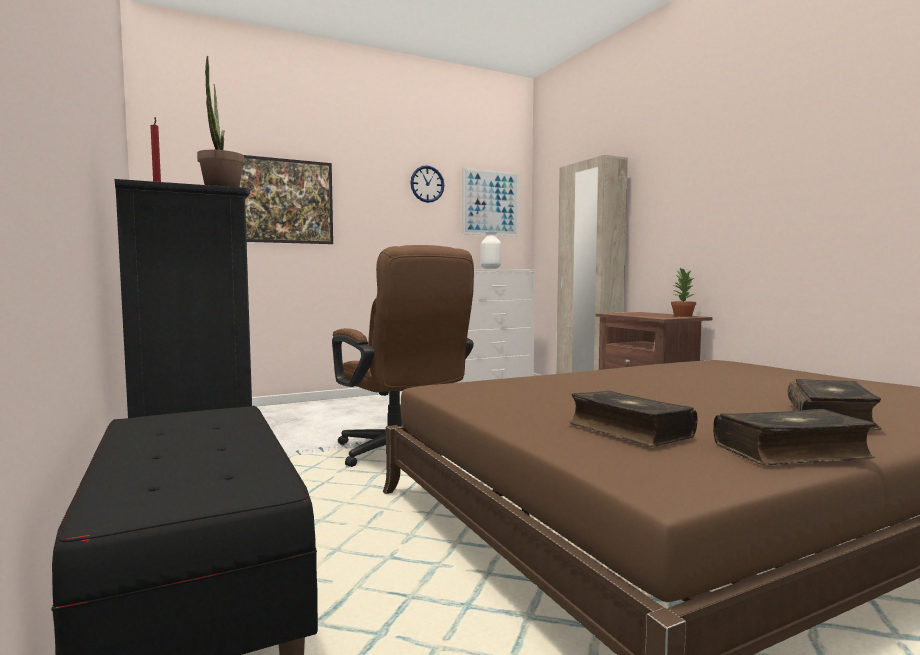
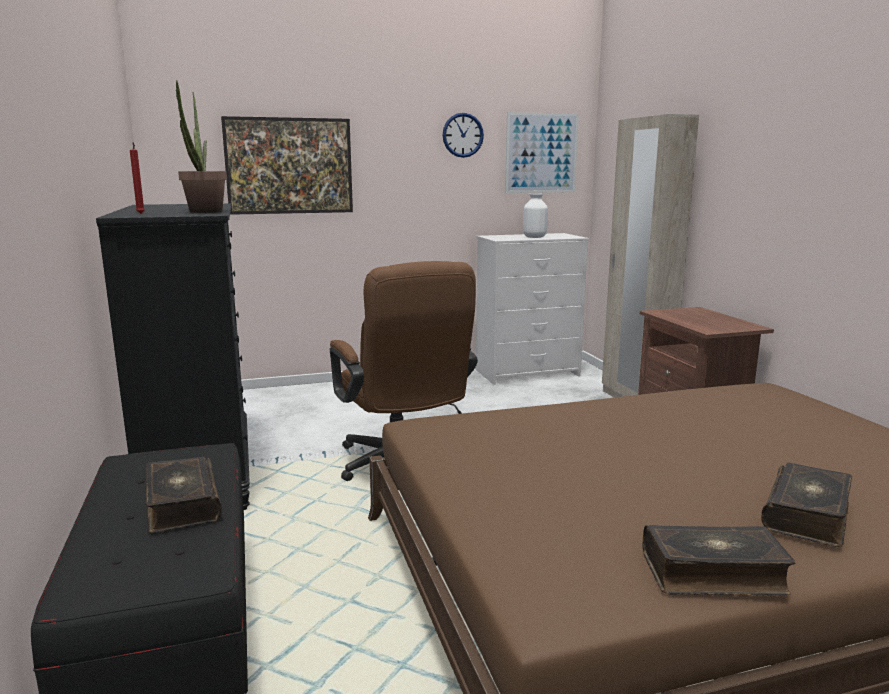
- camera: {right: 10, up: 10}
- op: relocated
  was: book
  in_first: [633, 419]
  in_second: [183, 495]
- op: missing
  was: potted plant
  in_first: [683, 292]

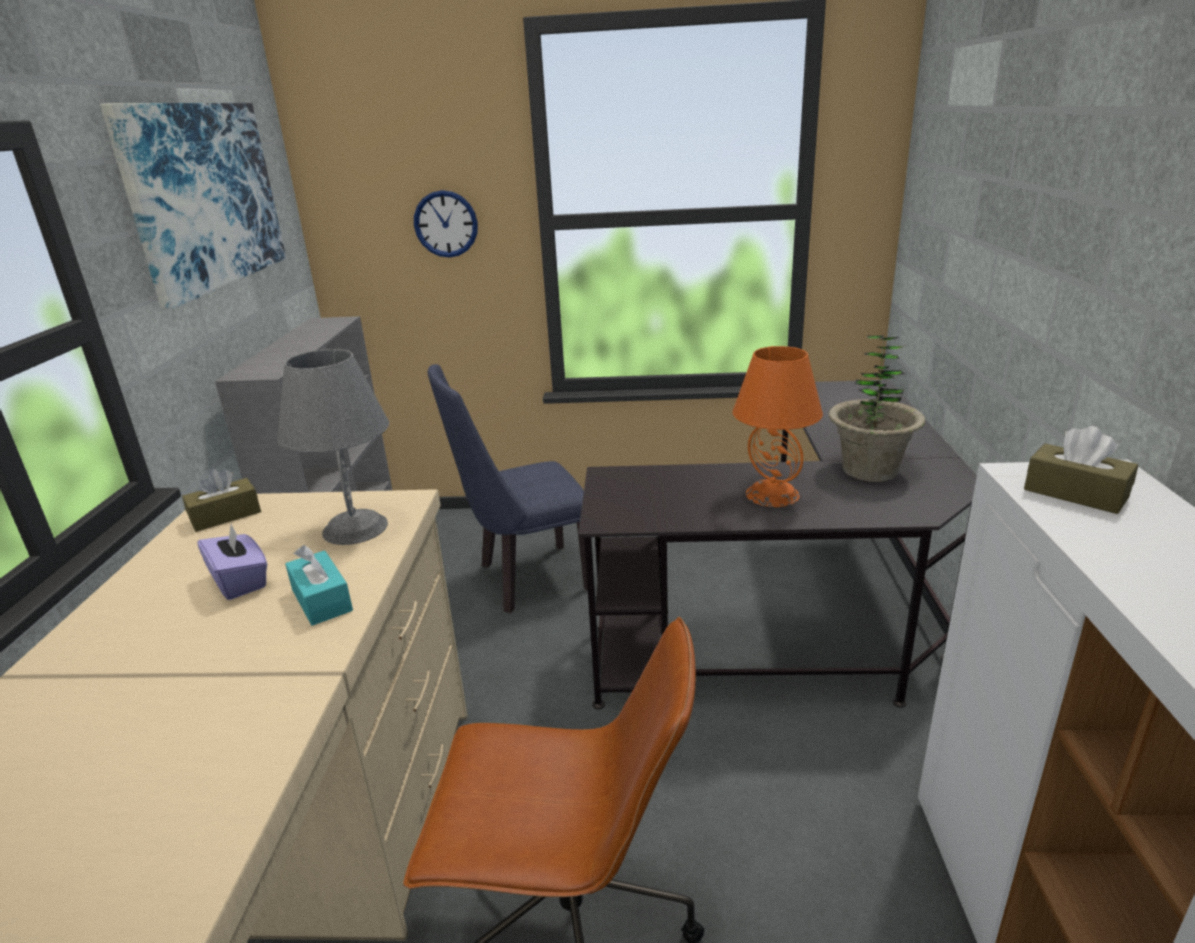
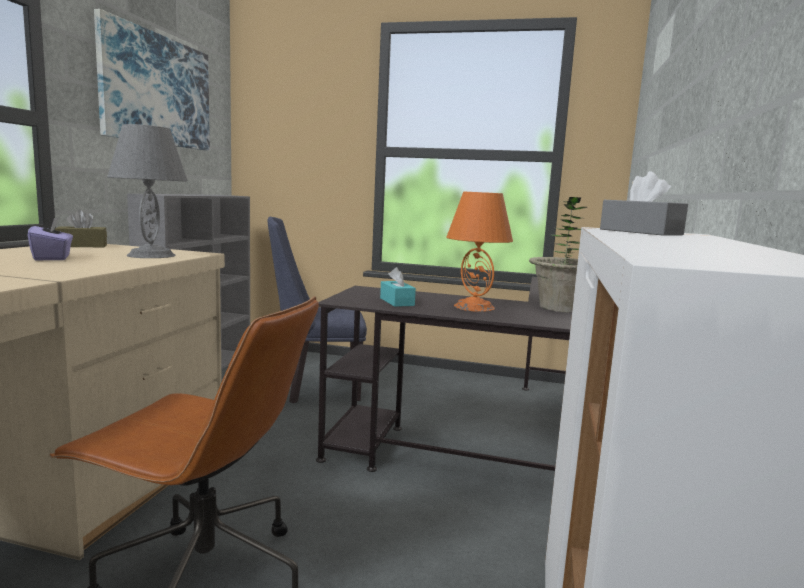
- camera: {right: 10, up: -15}
- op: relocated
  was: tissue box (turquoise)
  in_first: [319, 585]
  in_second: [398, 287]
- op: missing
  was: wall clock
  in_first: [446, 224]
- op: colour
  was: tissue box (brown)
  now: tissue box (grey)
  in_first: [1081, 470]
  in_second: [644, 203]

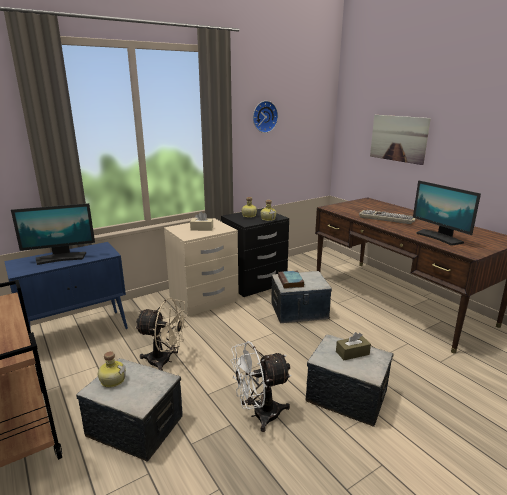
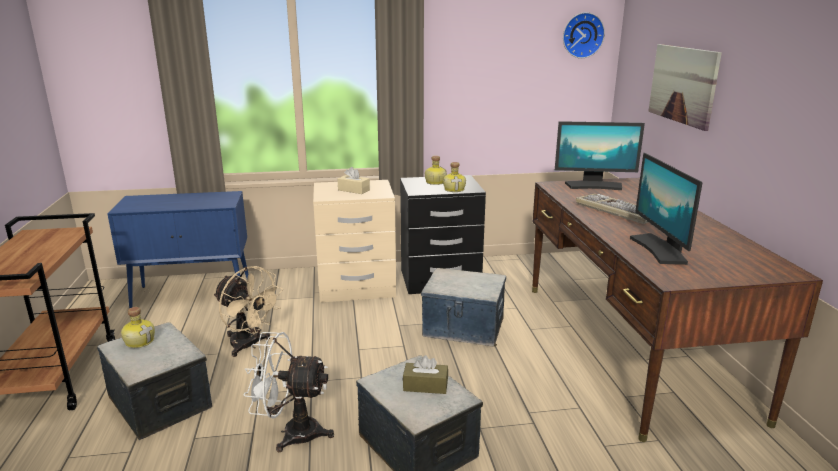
- camera: {right: 25, up: 0}
- op: relocated
  was: monitor
  in_first: [53, 234]
  in_second: [600, 155]
- op: relocated
  was: wall clock
  in_first: [265, 117]
  in_second: [584, 35]
- op: missing
  was: book
  in_first: [291, 280]

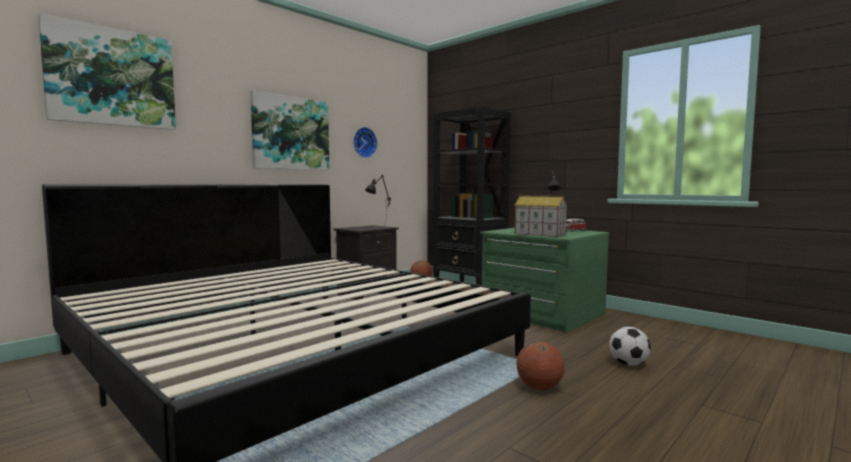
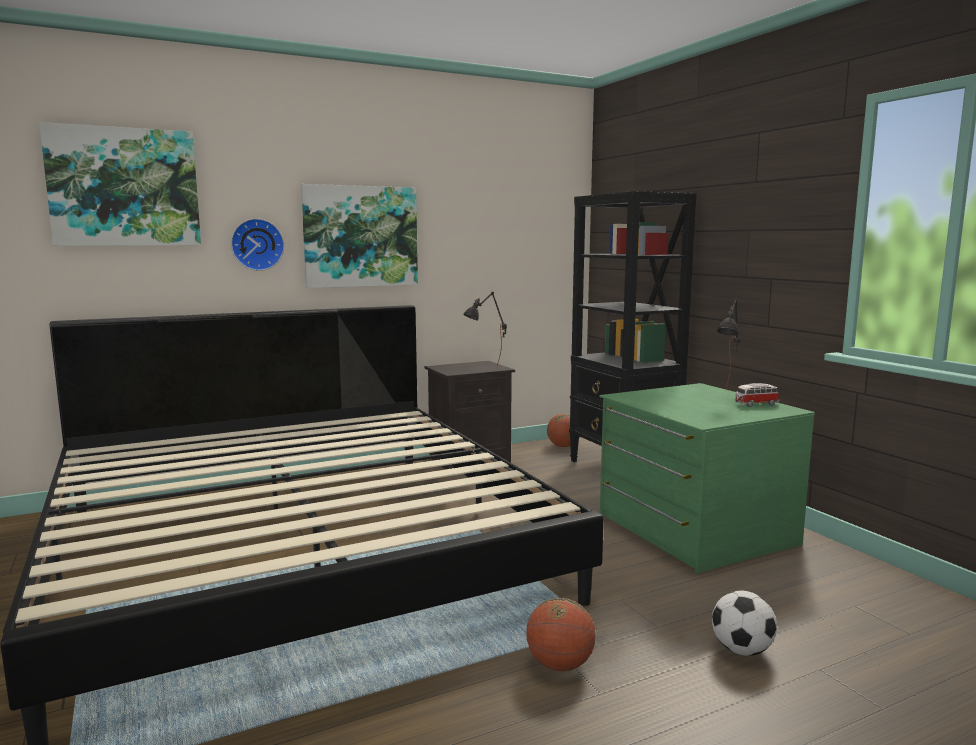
- camera: {right: 20, up: 5}
- op: relocated
  was: wall clock
  in_first: [365, 142]
  in_second: [257, 244]
- op: missing
  was: toy house
  in_first: [541, 216]

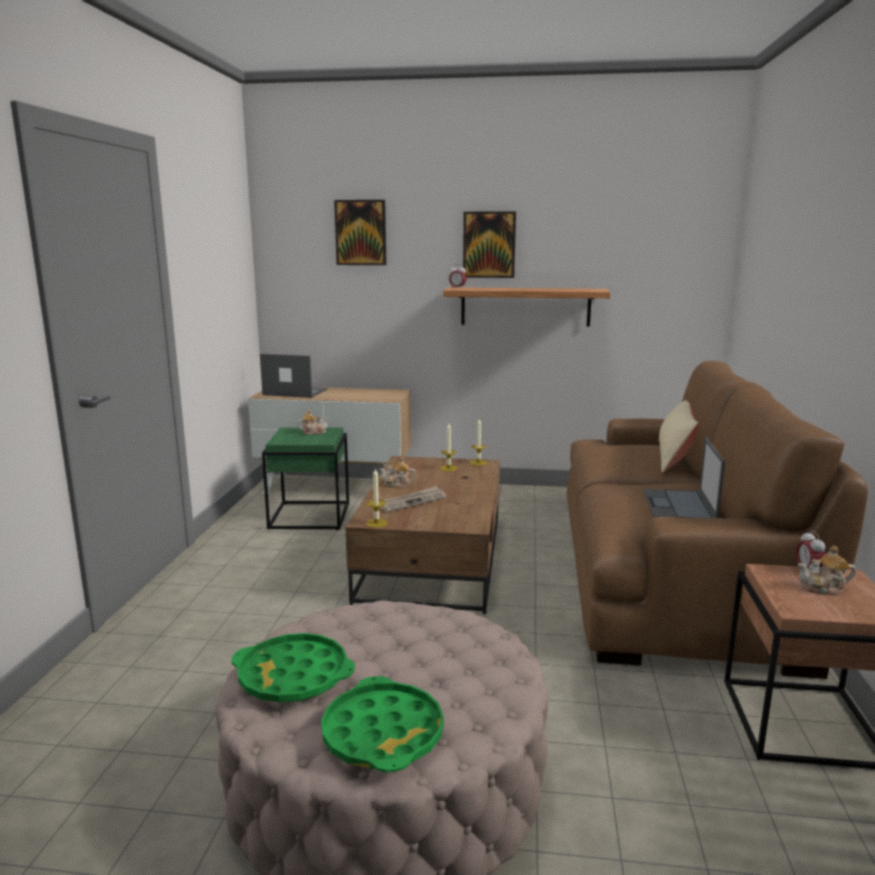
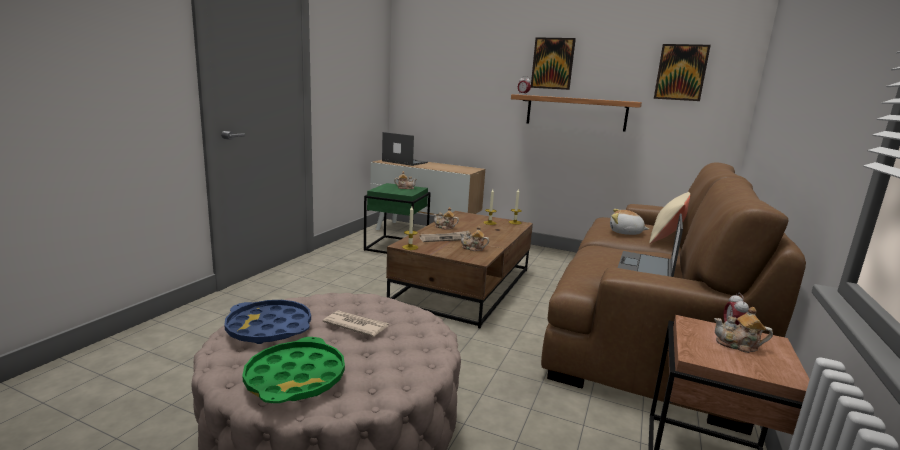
- camera: {right: 15, up: 0}
- op: colour
  was: tray (green)
  now: tray (blue)
  in_first: [293, 667]
  in_second: [267, 322]
- op: relocated
  was: picture
  in_first: [360, 232]
  in_second: [682, 72]
- op: appeared
  now: newspaper
  in_second: [356, 323]
- op: appeared
  now: teapot
  in_second: [474, 238]
- op: appeared
  now: plush toy
  in_second: [629, 222]

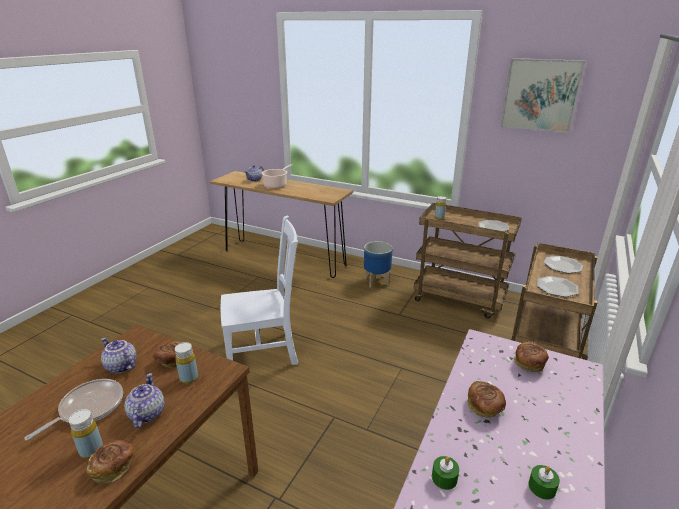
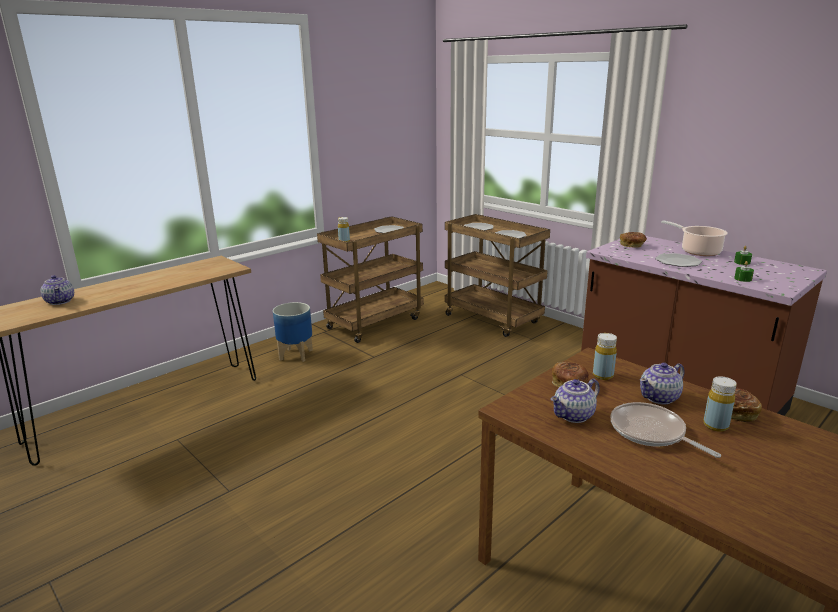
- camera: {right: -70, up: -5}
- op: spun
  was: teapot
  in_first: [144, 400]
  in_second: [662, 383]
  clockwise: -45
- op: missing
  was: chair (white)
  in_first: [259, 290]
- op: relocated
  was: cooking pot
  in_first: [277, 176]
  in_second: [694, 238]
- op: exchanged
  was: bread
  now: plate
  in_first: [486, 399]
  in_second: [678, 260]
- op: missing
  was: picture
  in_first: [543, 95]

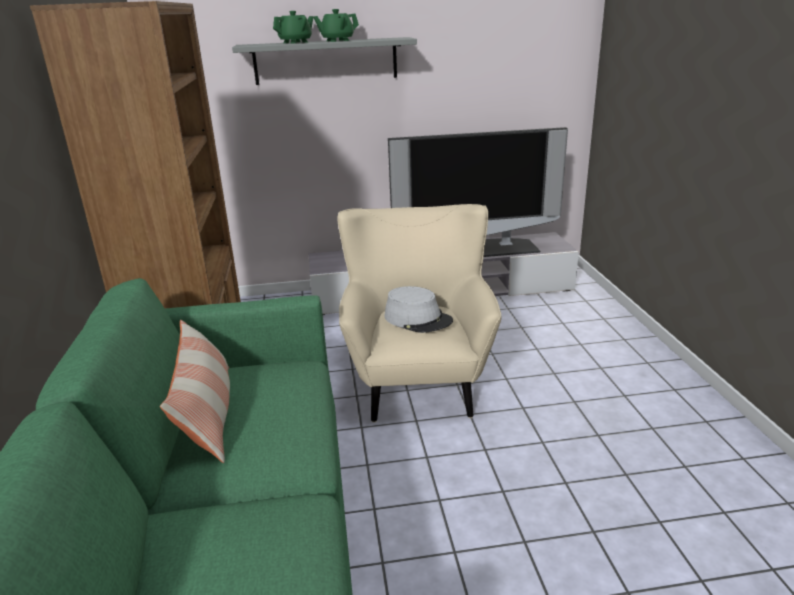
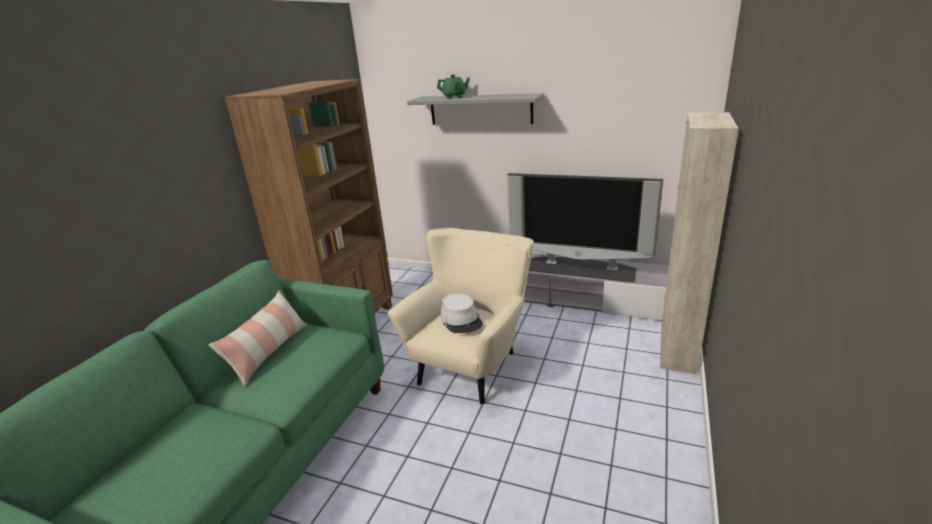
- camera: {right: 30, up: 0}
- op: missing
  was: teapot (green)
  in_first: [336, 25]
- op: appeared
  now: cabinet (beige)
  in_second: [699, 243]

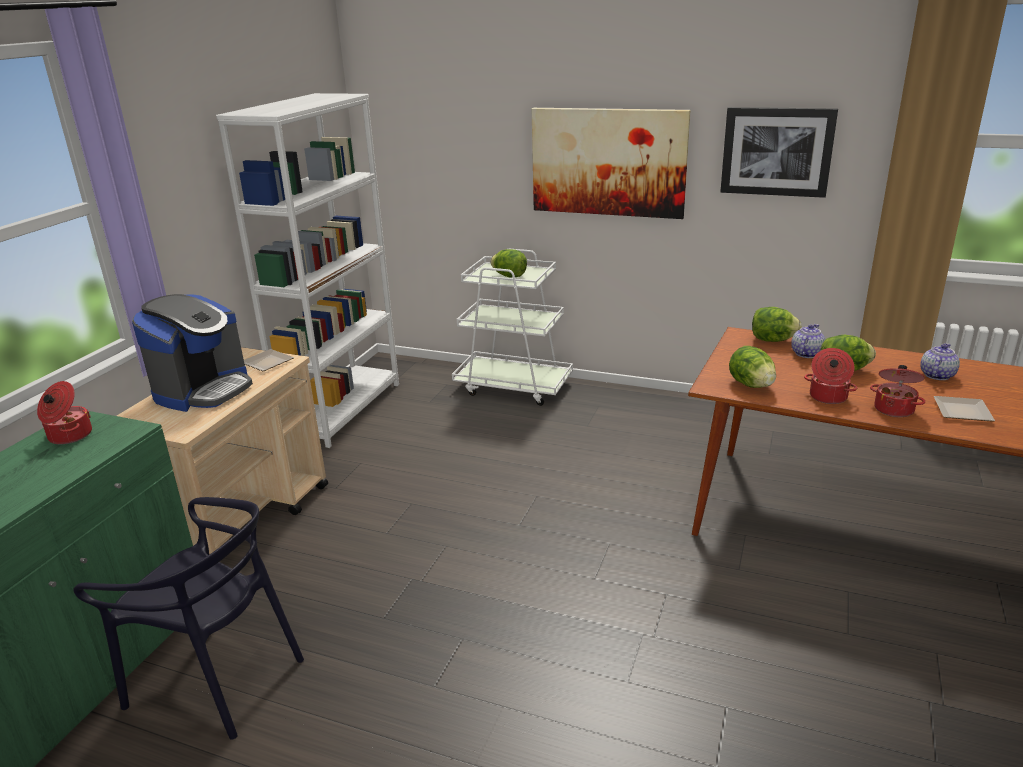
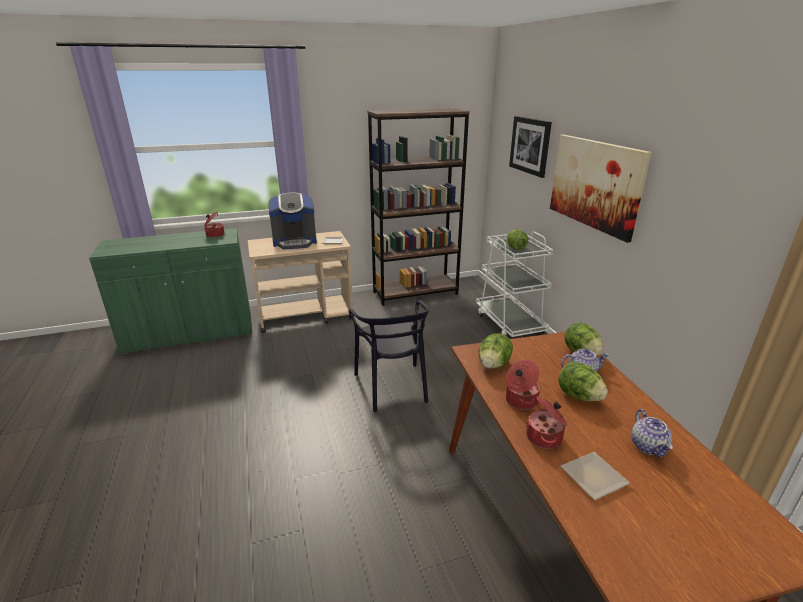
- camera: {right: 50, up: 0}
- op: relocated
  was: chair (black)
  in_first: [188, 618]
  in_second: [389, 356]
- op: colour
  was: bookcase (white)
  now: bookcase (brown)
  in_first: [307, 270]
  in_second: [418, 207]
- op: relocated
  was: picture
  in_first: [779, 152]
  in_second: [530, 147]
- op: spun
  was: teapot
  in_first: [940, 361]
  in_second: [652, 433]
  clockwise: 90

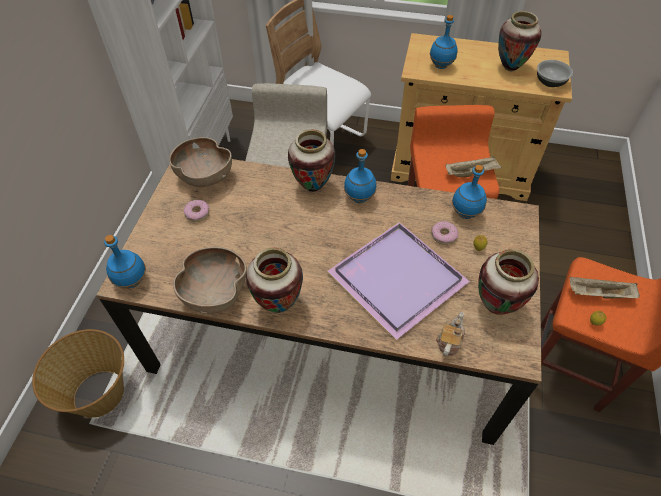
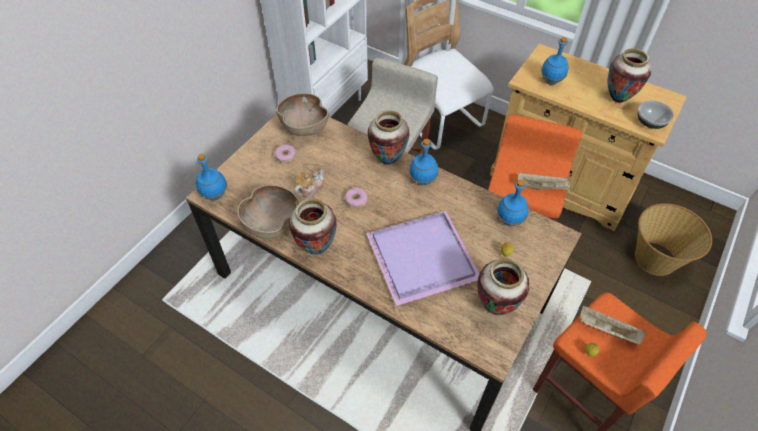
- camera: {right: 20, up: 0}
- op: relocated
  was: basket
  in_first: [78, 373]
  in_second: [673, 239]
- op: relocated
  was: donut
  in_first: [444, 233]
  in_second: [356, 198]
- op: relocated
  was: teapot
  in_first: [450, 334]
  in_second: [309, 183]

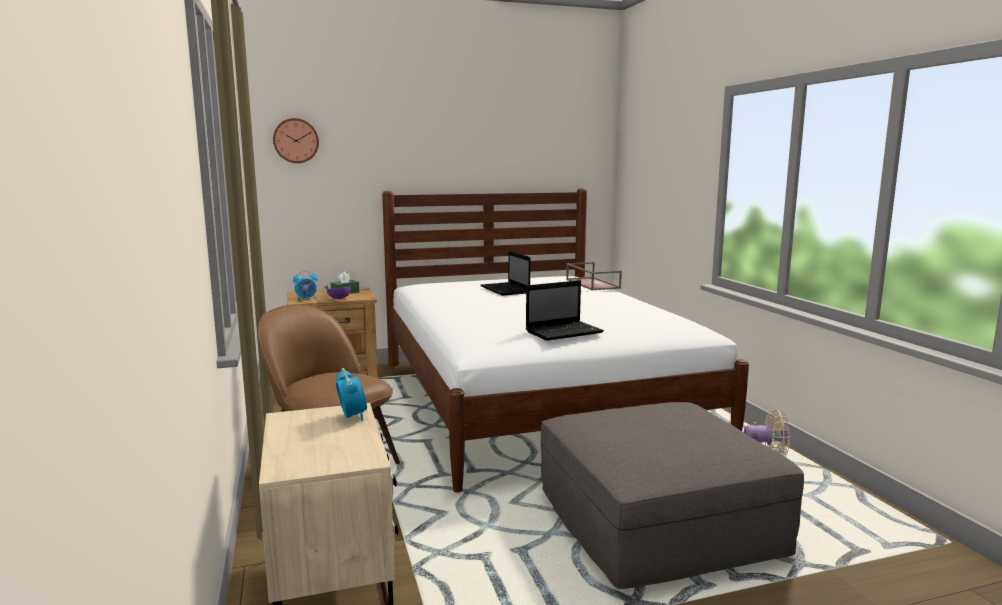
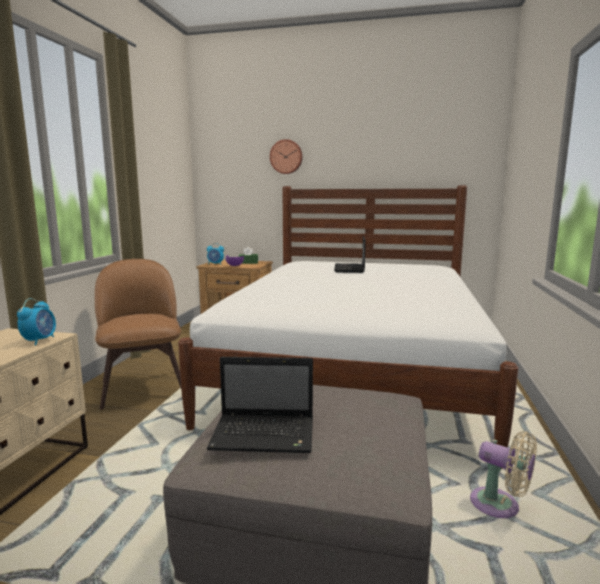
- camera: {right: 30, up: 0}
- op: relocated
  was: wall clock
  in_first: [296, 140]
  in_second: [286, 156]
- op: relocated
  was: laptop
  in_first: [565, 310]
  in_second: [260, 405]
- op: missing
  was: tray (brown)
  in_first: [594, 276]

